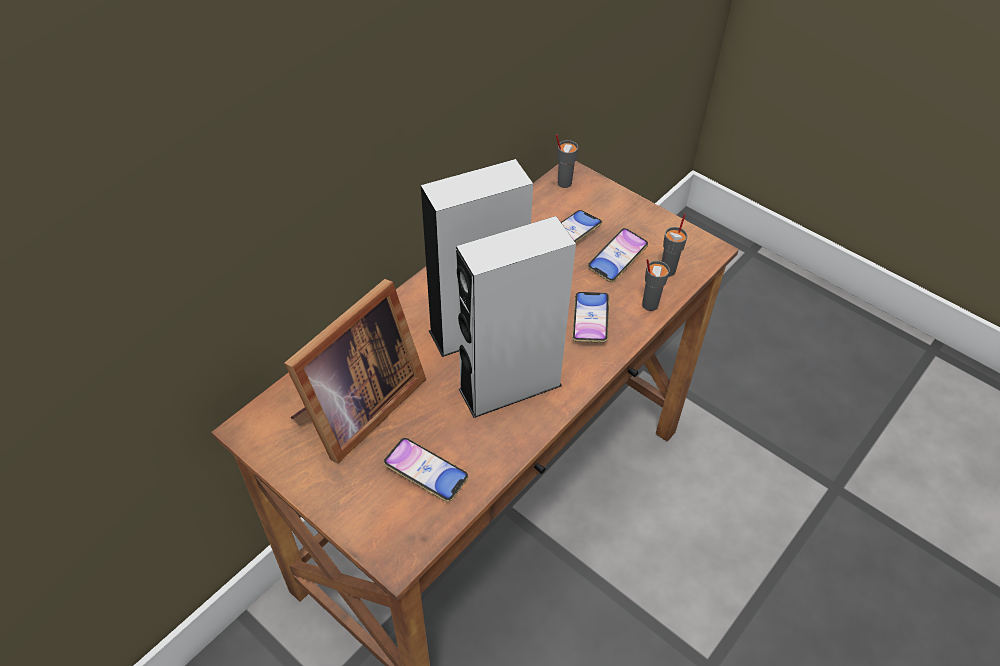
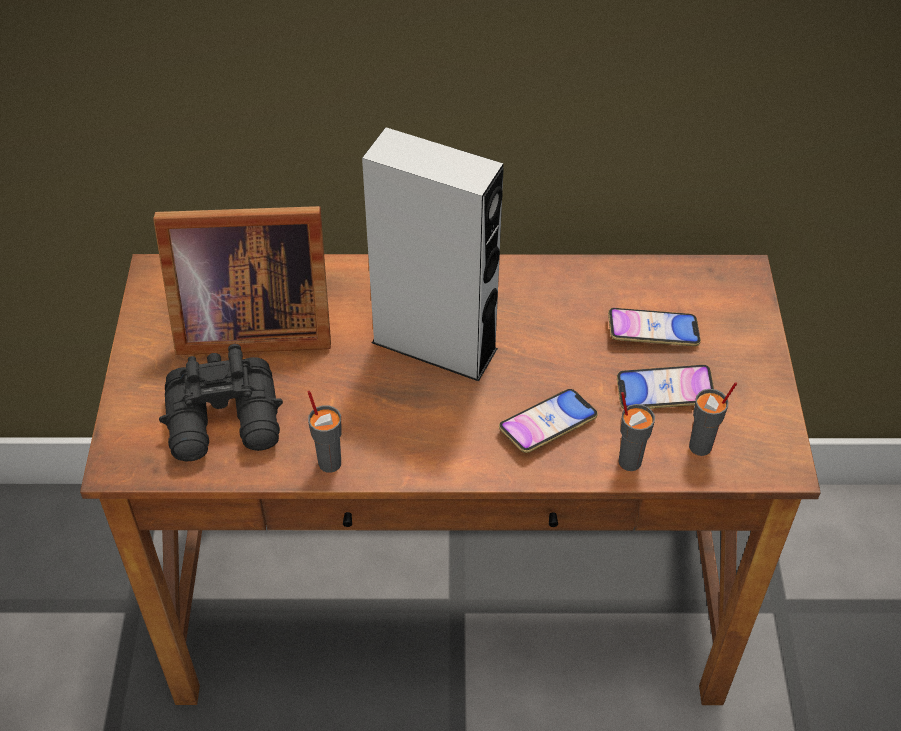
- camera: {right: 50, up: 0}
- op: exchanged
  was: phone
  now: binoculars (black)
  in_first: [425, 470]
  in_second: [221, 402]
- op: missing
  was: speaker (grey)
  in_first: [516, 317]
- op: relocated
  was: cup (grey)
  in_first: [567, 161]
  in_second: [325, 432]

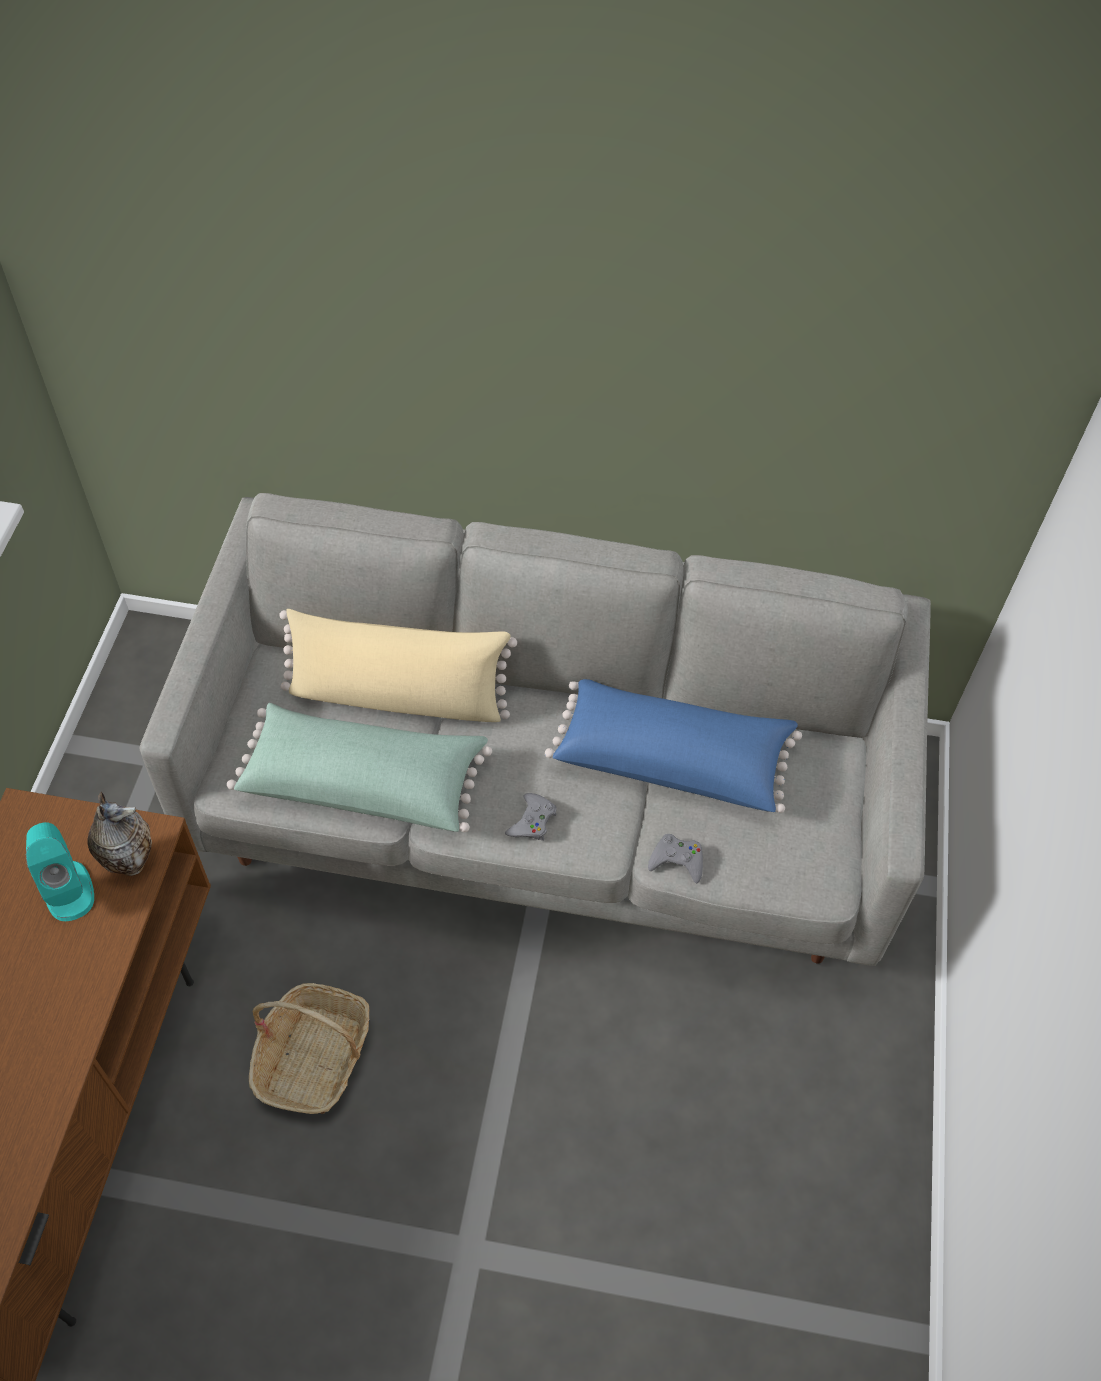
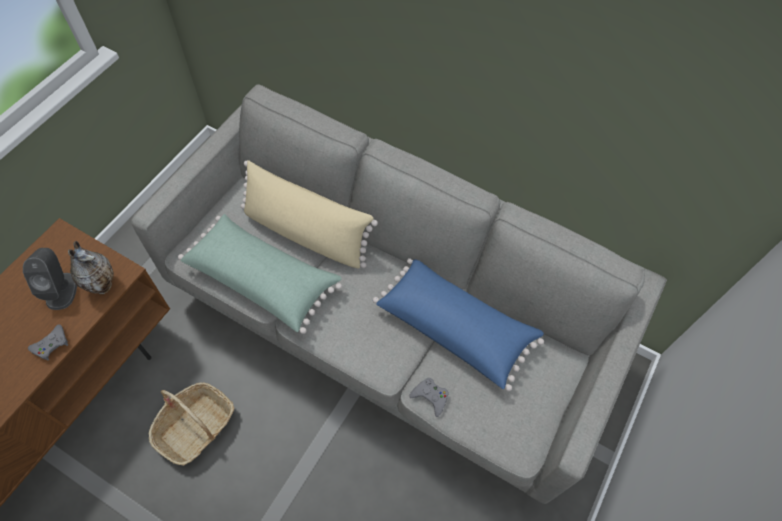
- camera: {right: 20, up: 5}
- op: colour
  was: speaker (turquoise)
  now: speaker (grey)
  in_first: [60, 871]
  in_second: [50, 279]
- op: relocated
  was: game controller (grey)
  in_first: [531, 817]
  in_second: [48, 342]

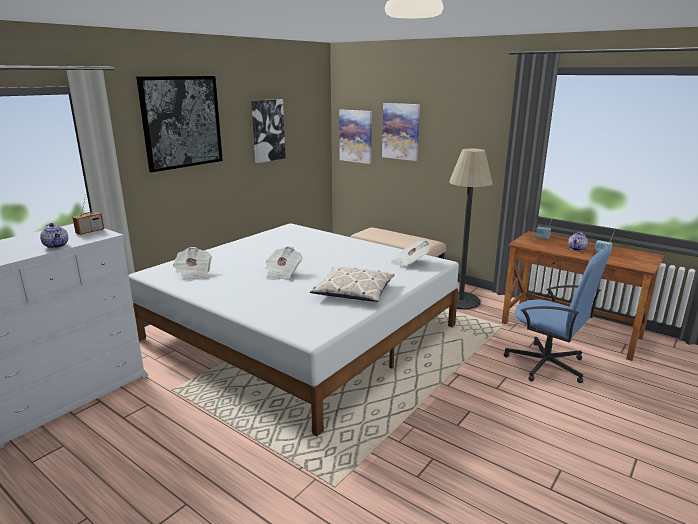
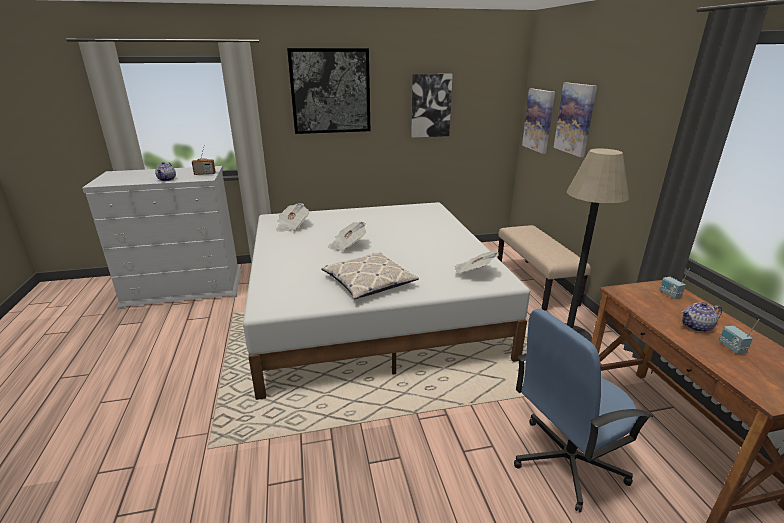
- camera: {right: 40, up: 5}
- op: spun
  was: office chair (blue)
  in_first: [557, 315]
  in_second: [583, 410]
  clockwise: 75

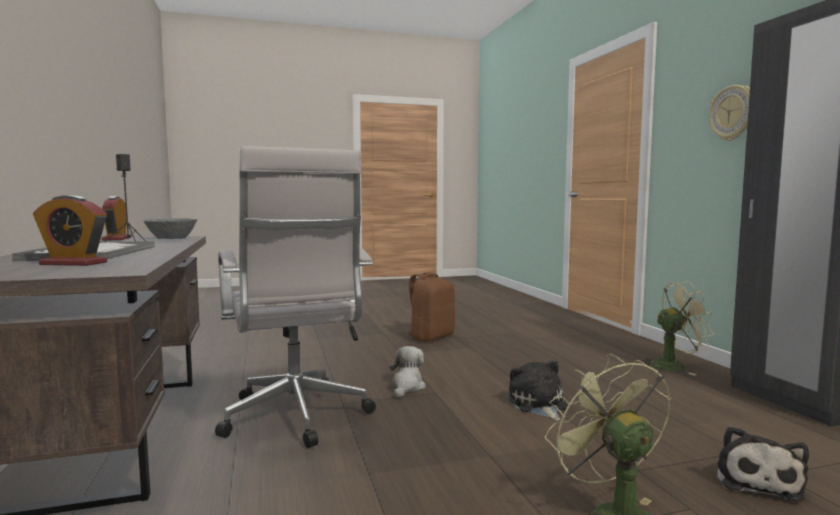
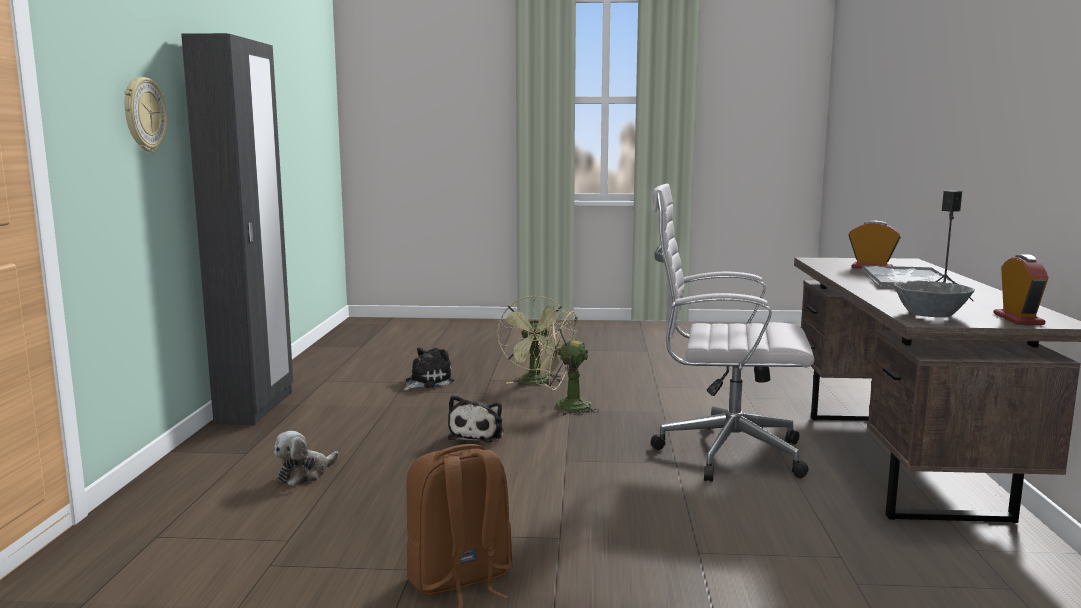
- camera: {right: -160, up: 5}
- op: spun
  was: office chair (white)
  in_first: [295, 297]
  in_second: [732, 332]
  clockwise: -75
- op: relocated
  was: plush toy
  in_first: [408, 371]
  in_second: [306, 458]
- op: relocated
  was: fan (beige)
  in_first: [677, 328]
  in_second: [567, 362]

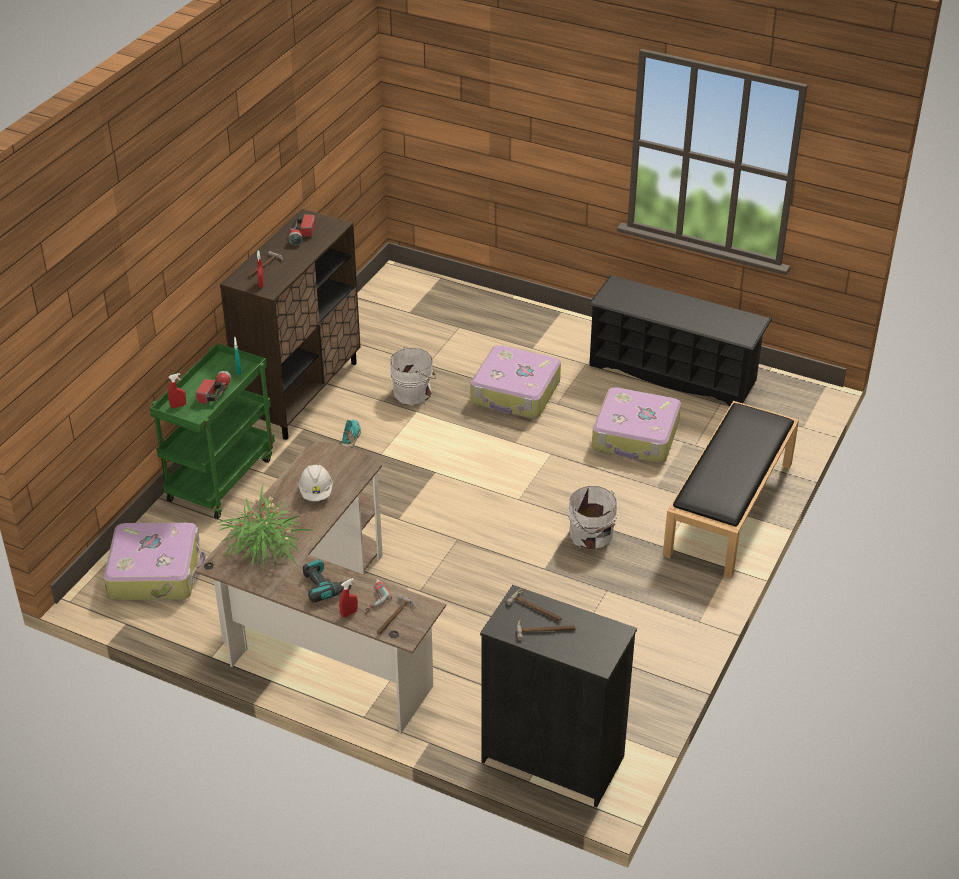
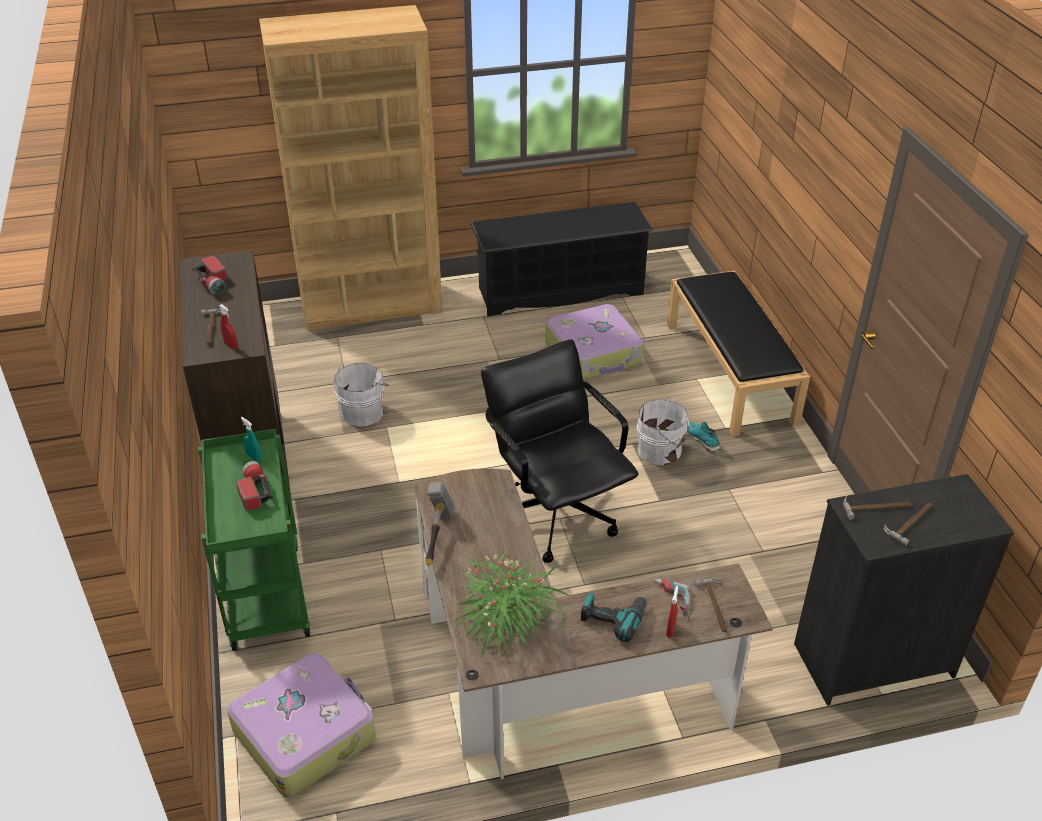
- camera: {right: -40, up: 0}
- op: missing
  was: spray bottle (red)
  in_first: [177, 390]
- op: missing
  was: hard hat (white)
  in_first: [316, 482]
- op: relocated
  was: shoe (turquoise)
  in_first: [351, 434]
  in_second: [704, 437]
- op: missing
  was: suitcase
  in_first: [516, 382]
- op: appeared
  now: bookcase (brown)
  in_second: [351, 167]
- op: appeared
  now: hammer
  in_second: [440, 524]
- op: appeared
  now: office chair (black)
  in_second: [560, 451]

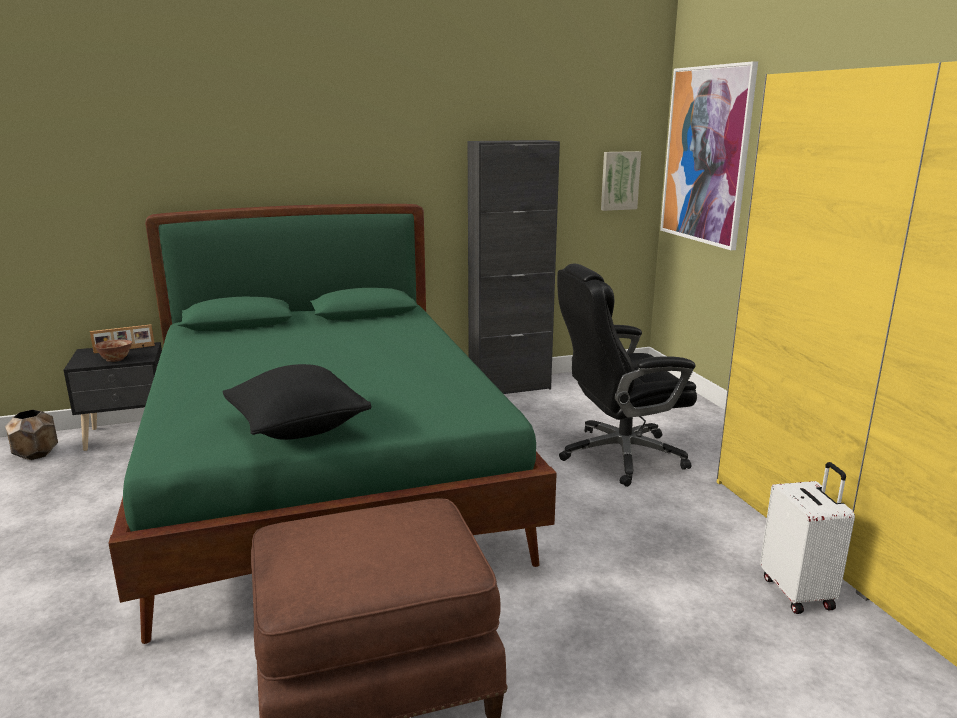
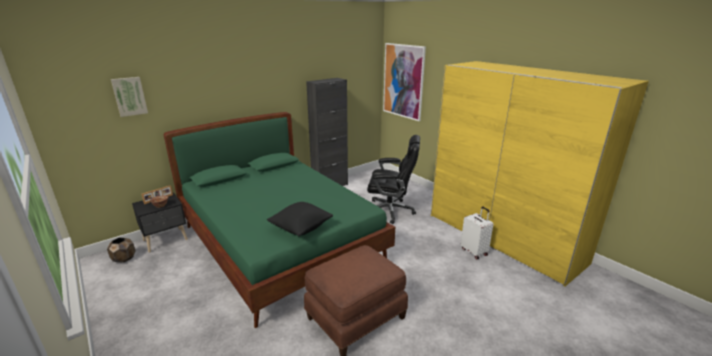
- camera: {right: -20, up: 5}
- op: spun
  was: office chair (black)
  in_first: [627, 375]
  in_second: [393, 179]
  clockwise: -135
- op: relocated
  was: picture
  in_first: [621, 181]
  in_second: [129, 97]

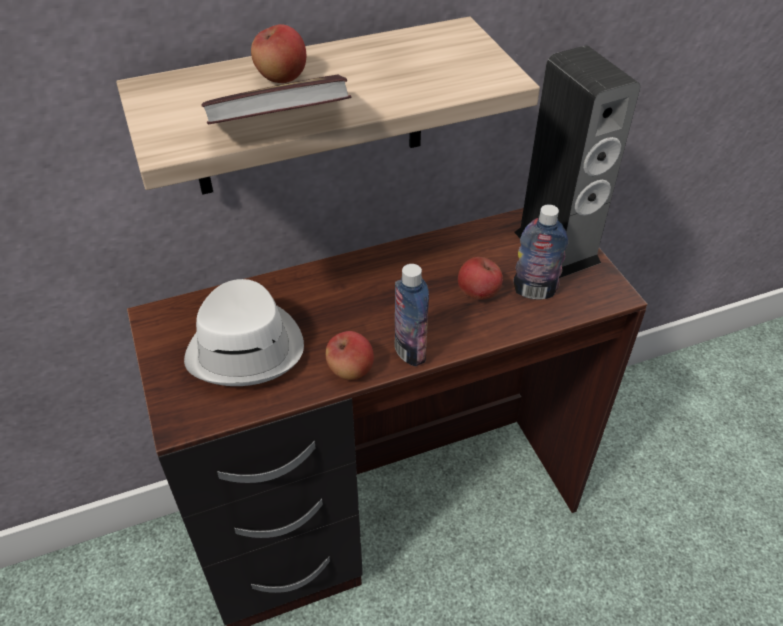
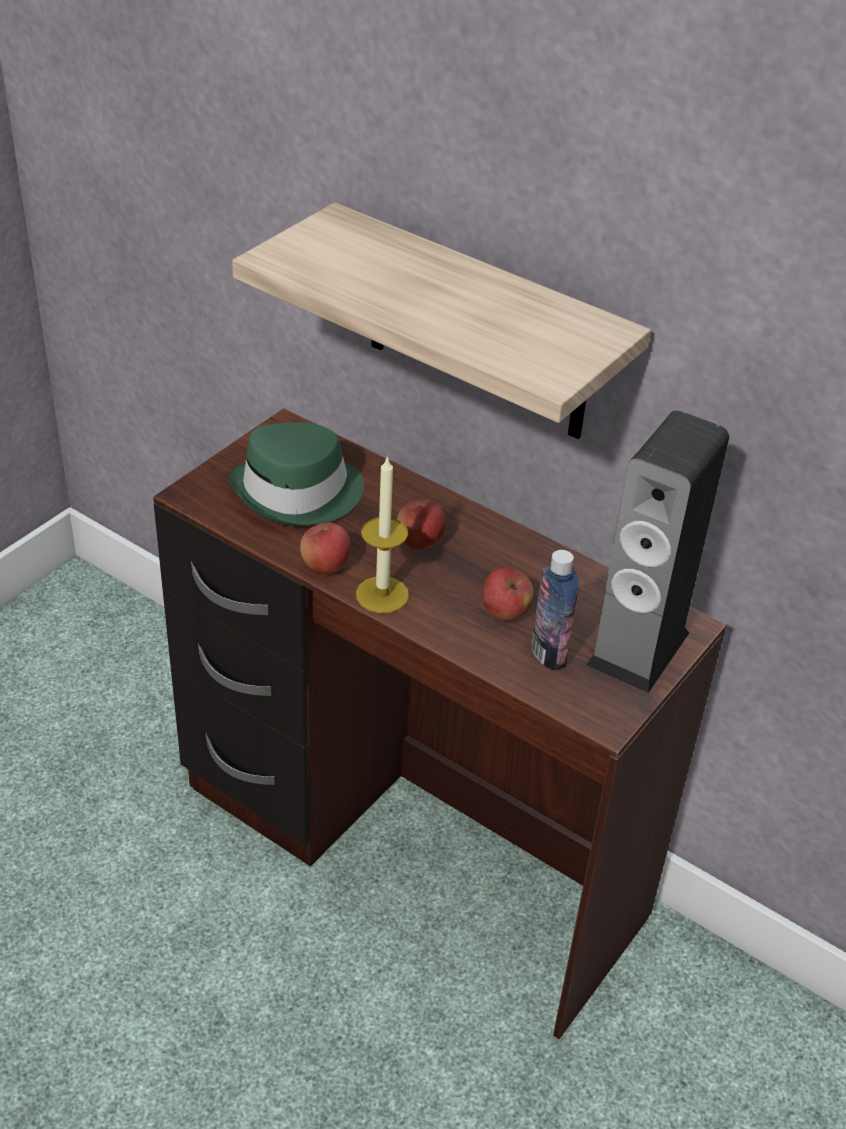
- camera: {right: 55, up: -5}
- op: colour
  was: hat (white)
  now: hat (green)
  in_first: [244, 332]
  in_second: [296, 474]
- op: missing
  was: book
  in_first: [276, 99]
- op: relocated
  was: apple
  in_first: [278, 53]
  in_second: [421, 525]
- op: exchanged
  was: bottle
  now: candle
  in_first: [412, 315]
  in_second: [382, 534]

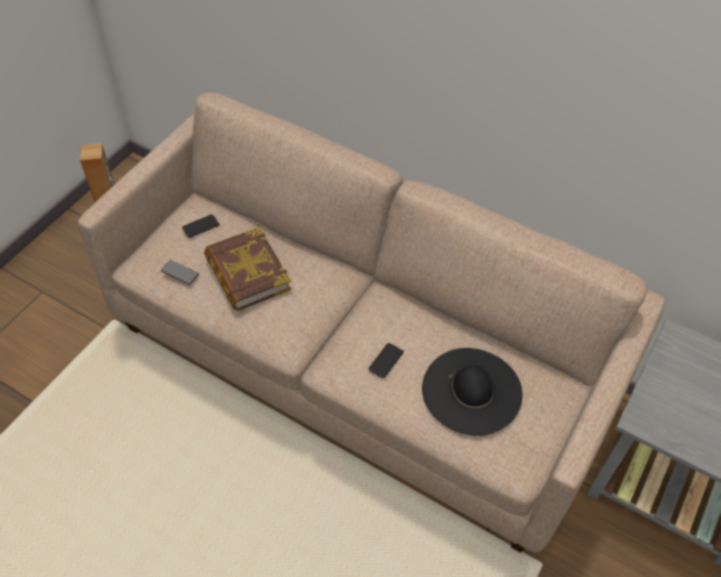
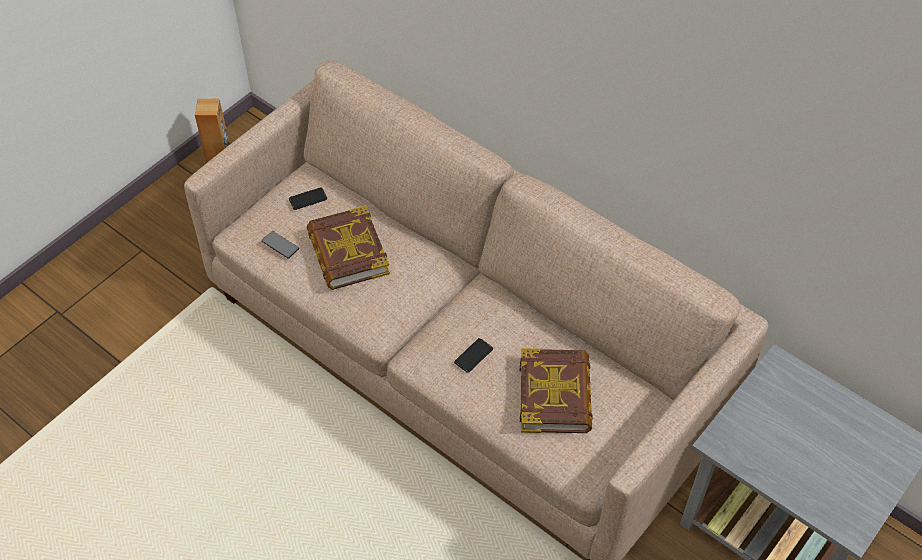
- camera: {right: 10, up: 0}
- op: exchanged
  was: hat (black)
  now: book
  in_first: [472, 392]
  in_second: [556, 390]

